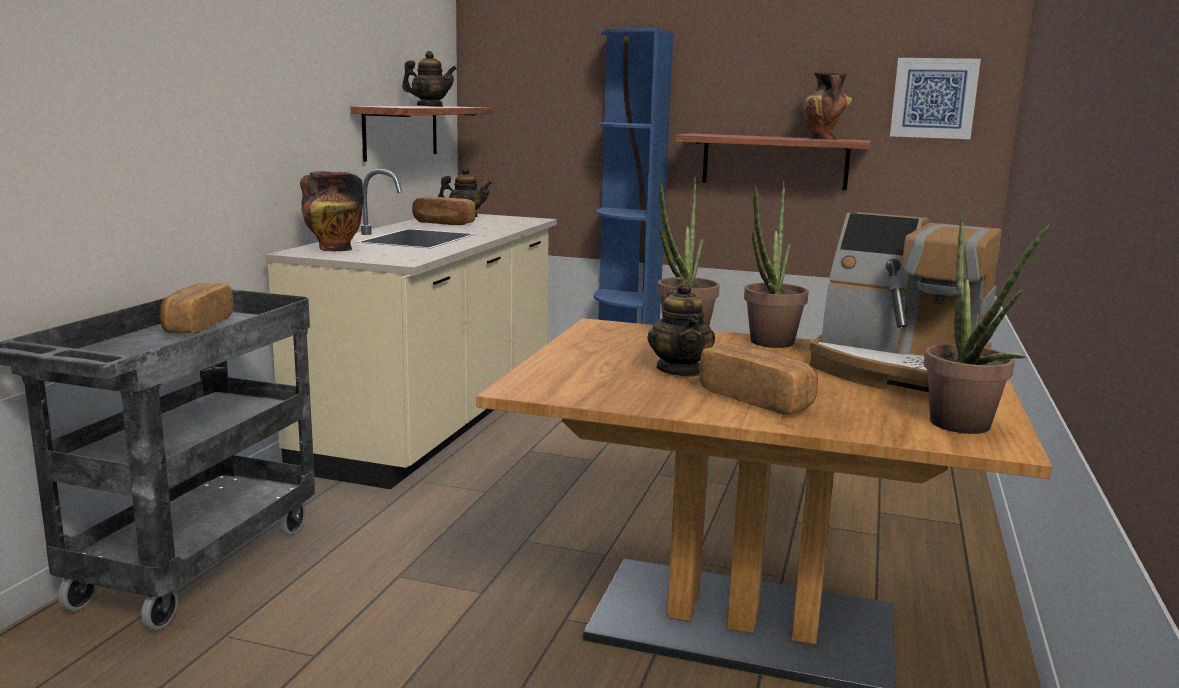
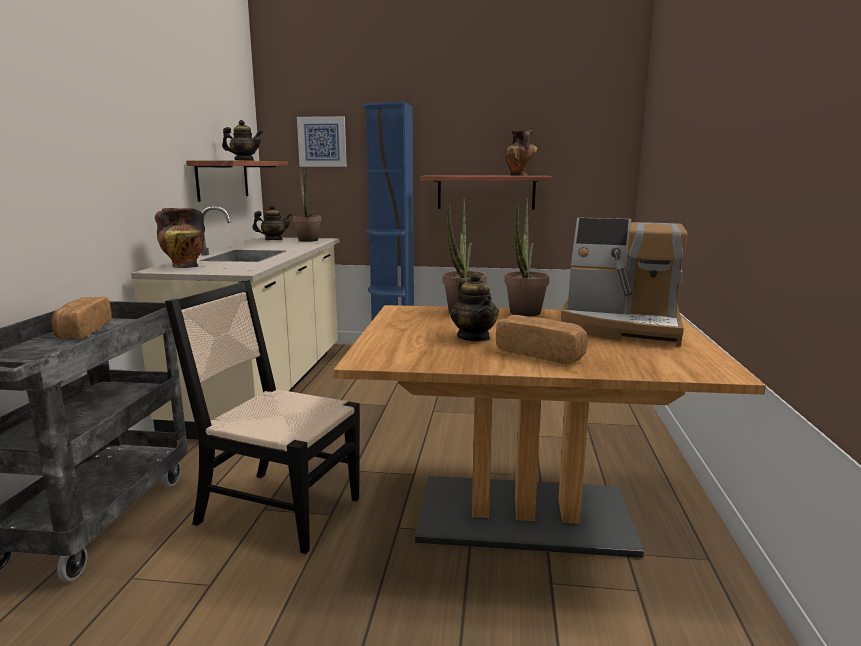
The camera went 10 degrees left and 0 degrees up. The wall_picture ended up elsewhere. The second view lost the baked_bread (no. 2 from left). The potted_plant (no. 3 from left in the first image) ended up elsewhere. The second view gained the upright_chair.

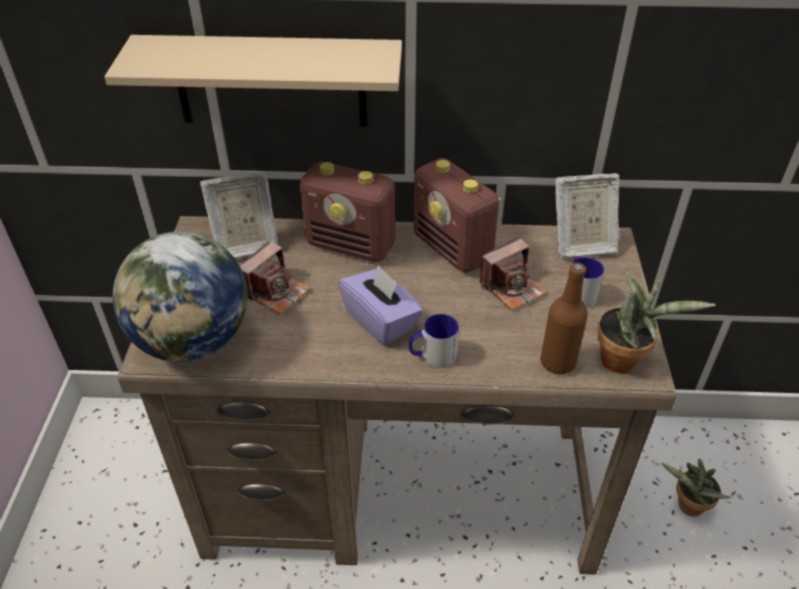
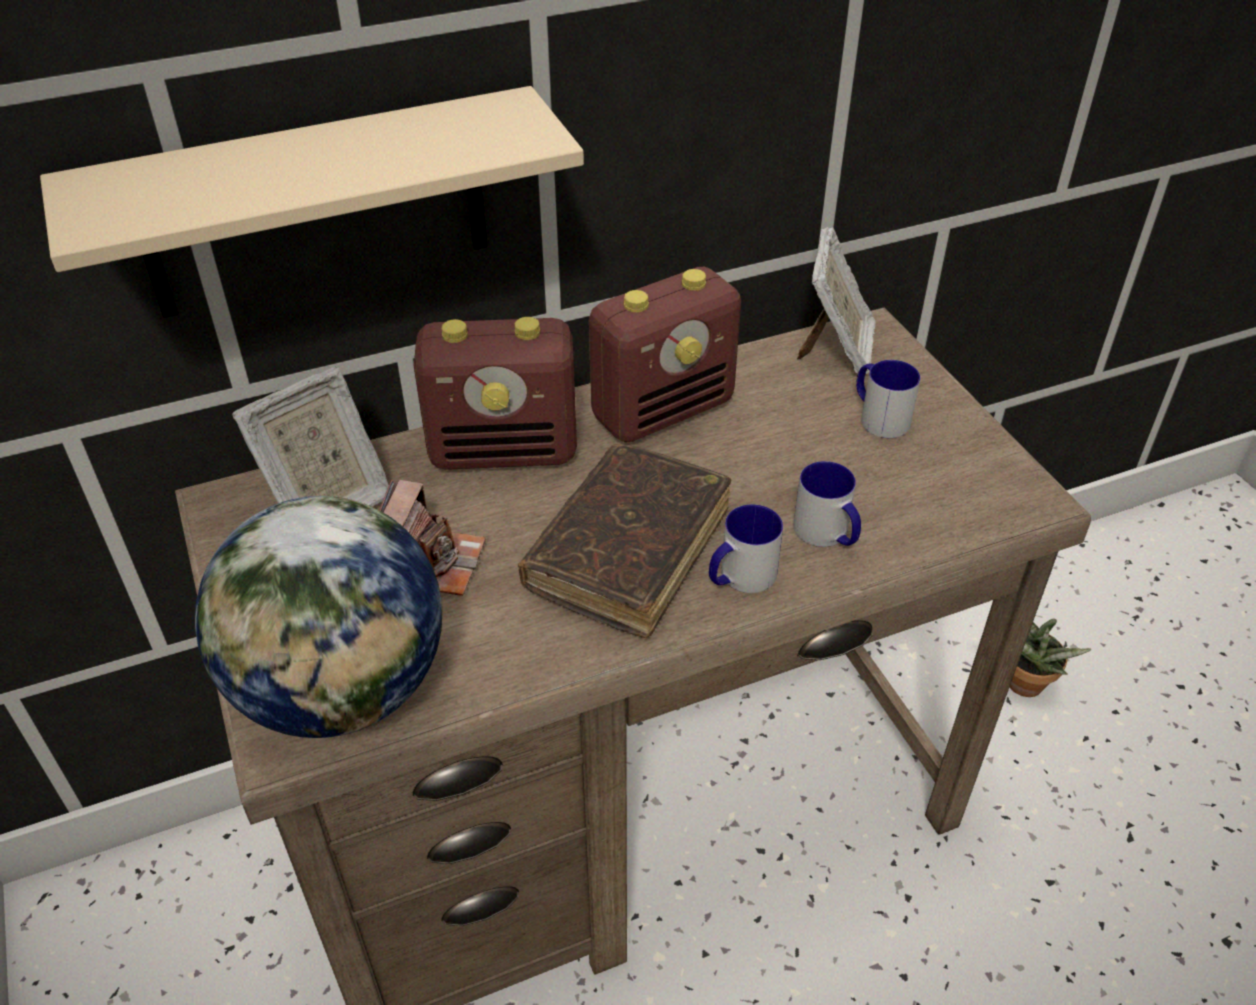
The camera went 25 degrees left and 0 degrees up. The radio_receiver (no. 2 from left) ended up facing another way, 60 degrees counterclockwise from before. The standing_frame (no. 2 from left) ended up facing another way, 45 degrees counterclockwise from before. The second view lost the still_camera (no. 2 from left). The second view lost the brown-coloured_beverage_bottle. Where the purple_tissue_holder stood, the brown-coloured_book came to stand. The second view lost the potted_plant (no. 1 from left). The second view gained the mug (no. 2 from left).

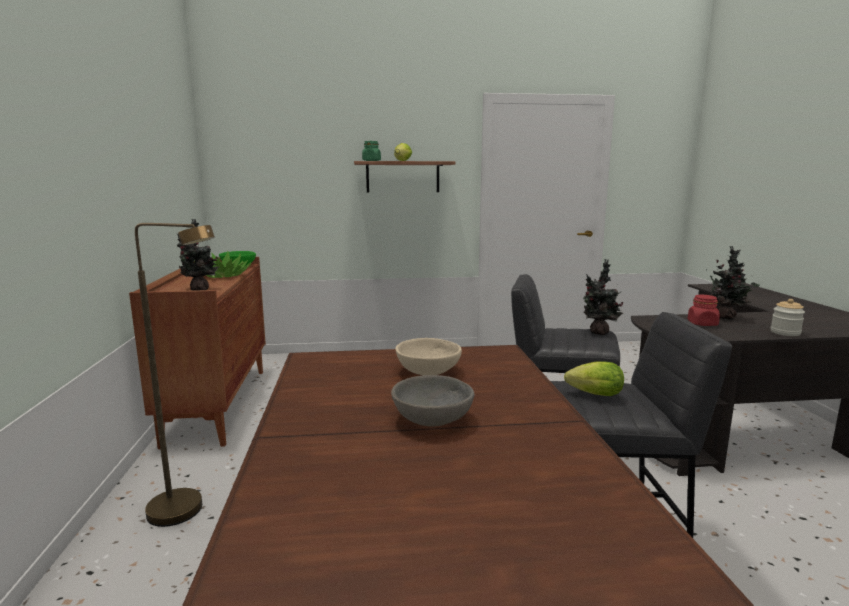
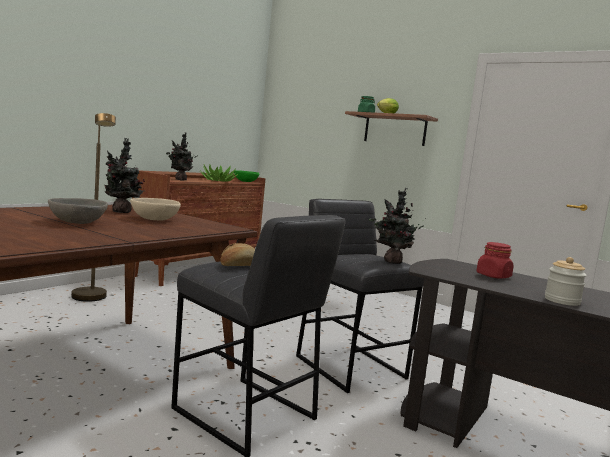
The camera went 40 degrees right and 5 degrees down. The potted_plant (no. 4 from left in the first image) ended up elsewhere. Where the head_of_lettuce (no. 2 from left) stood, the baked_bread came to stand.

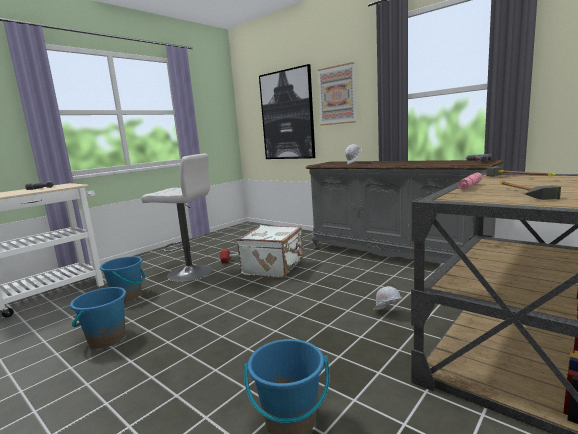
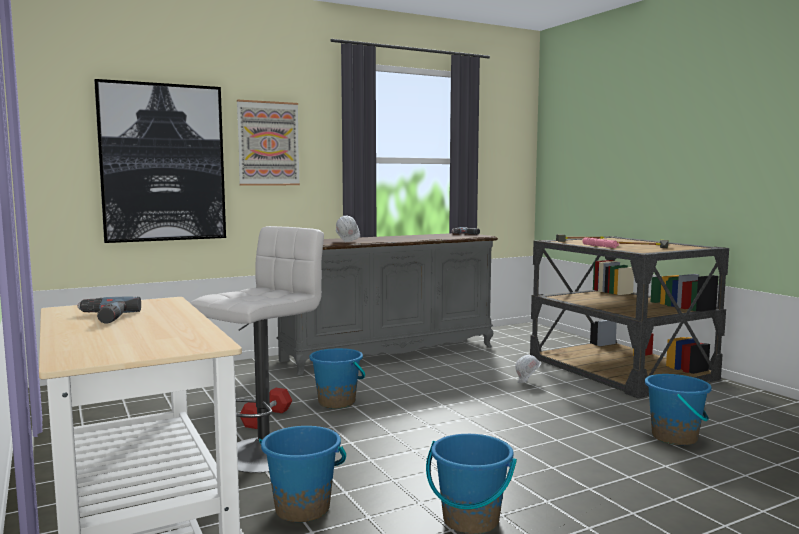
The camera went 70 degrees left and 5 degrees down. Where the white_travel_case stood, the bluish_water_bucket (no. 2 from left) came to stand.

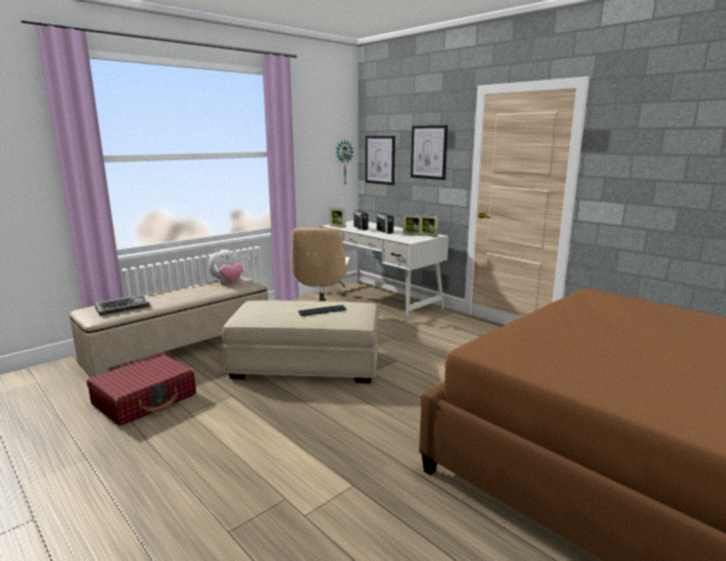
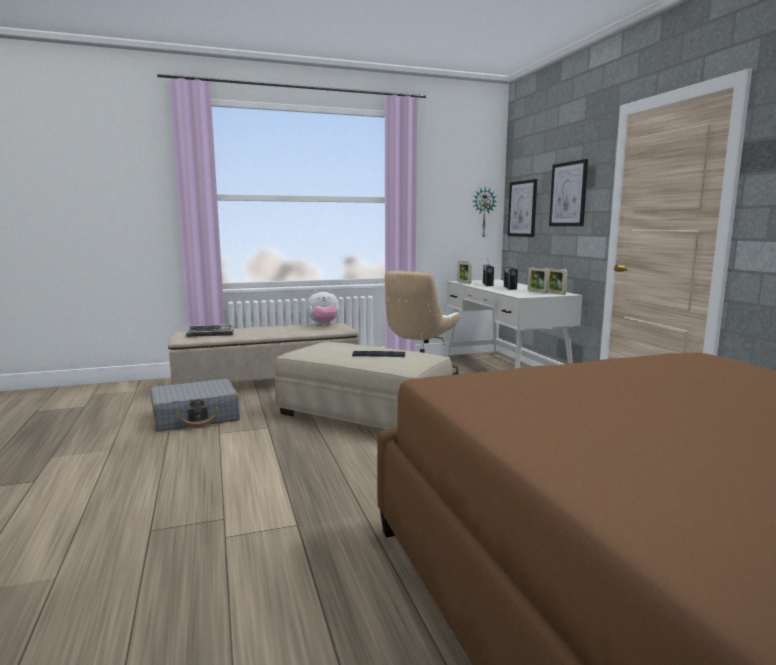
The camera went 25 degrees right and 5 degrees down. What was the reddish_travel_case turned into the grey_travel_case.

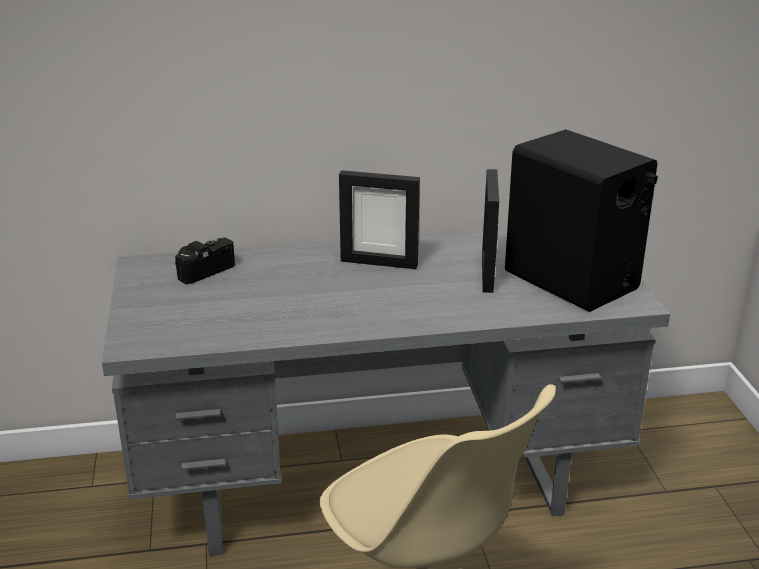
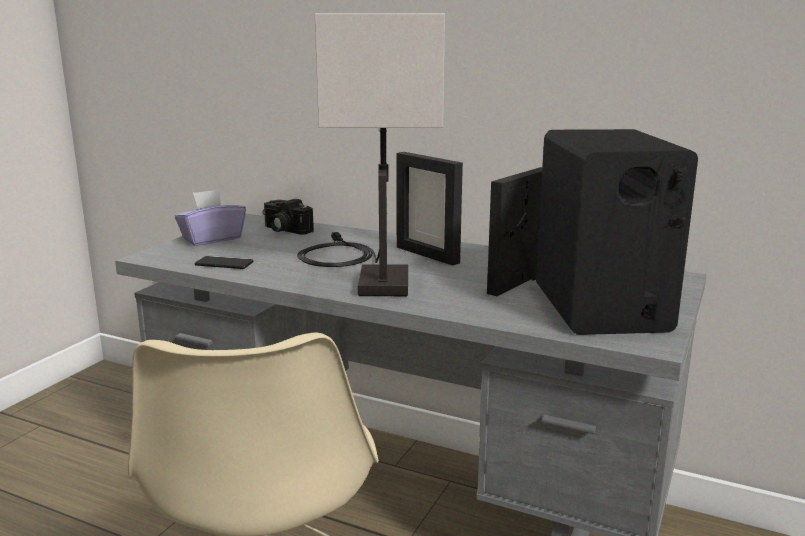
The camera went 35 degrees right and 10 degrees down. The still_camera ended up facing another way, 135 degrees counterclockwise from before. The second view gained the tabletop_lamp. The second view gained the purple_tissue_holder. The second view gained the phone.

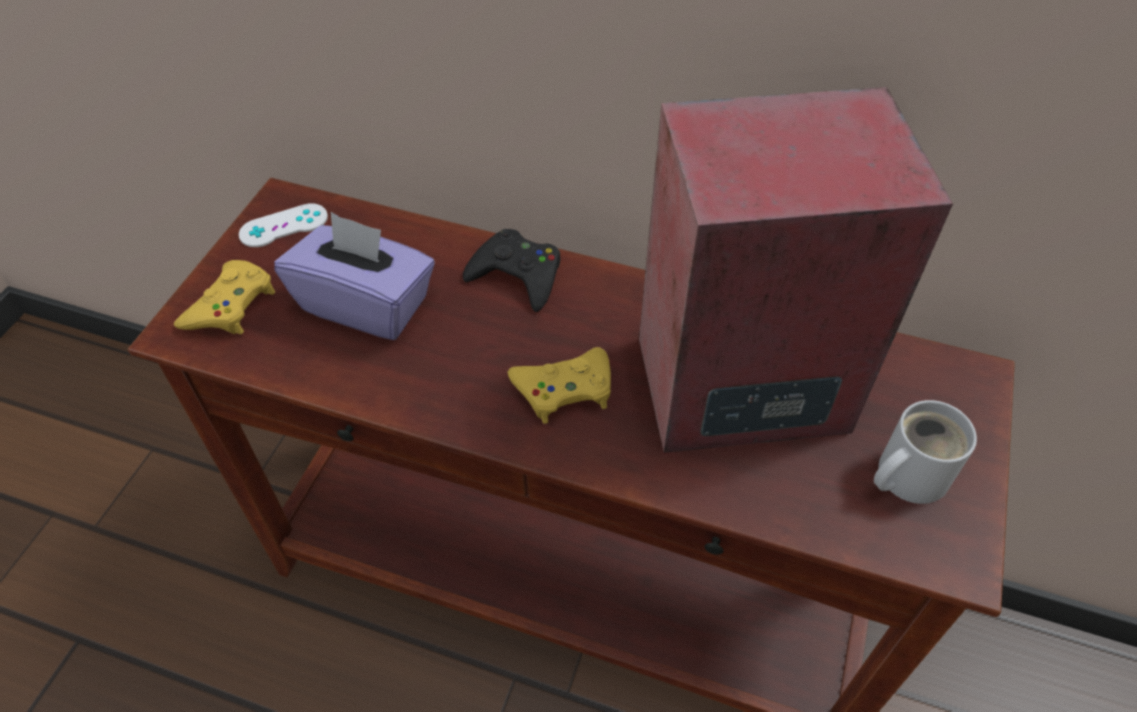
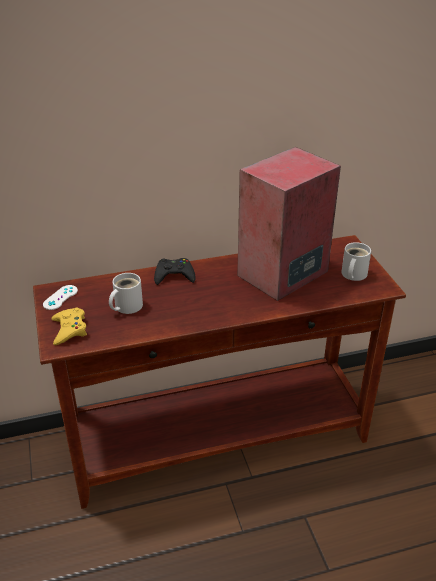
The camera went 35 degrees left and 15 degrees down. Where the purple_tissue_holder stood, the white_mug (no. 1 from left) came to stand. The second view lost the yellowish_gamepad (no. 2 from left).

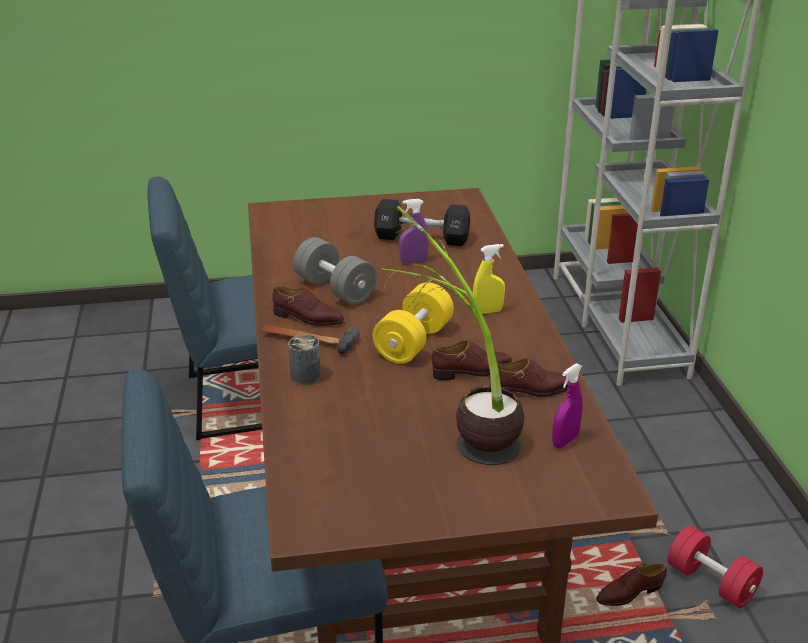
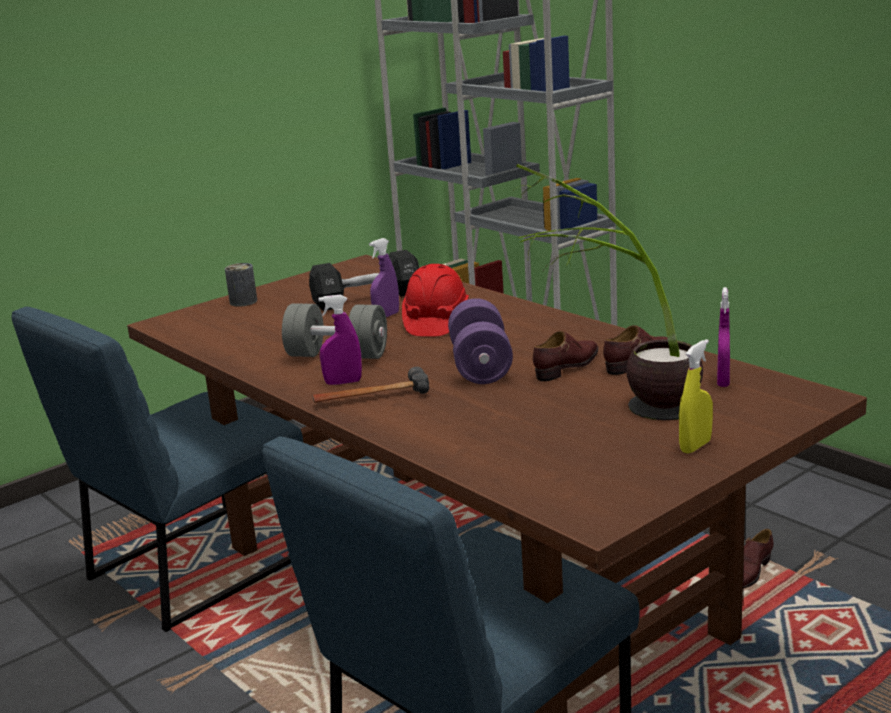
The camera went 30 degrees left and 10 degrees down. The yellowish_hand_sprayer ended up elsewhere. What was the yellowish_dumbbell turned into the purple_dumbbell. Where the brown-coloured_item_of_footwear (no. 1 from left) stood, the purple_hand_sprayer (no. 1 from left) came to stand. The sealed_can ended up elsewhere. The second view lost the reddish_dumbbell. The second view gained the reddish_hard_hat.

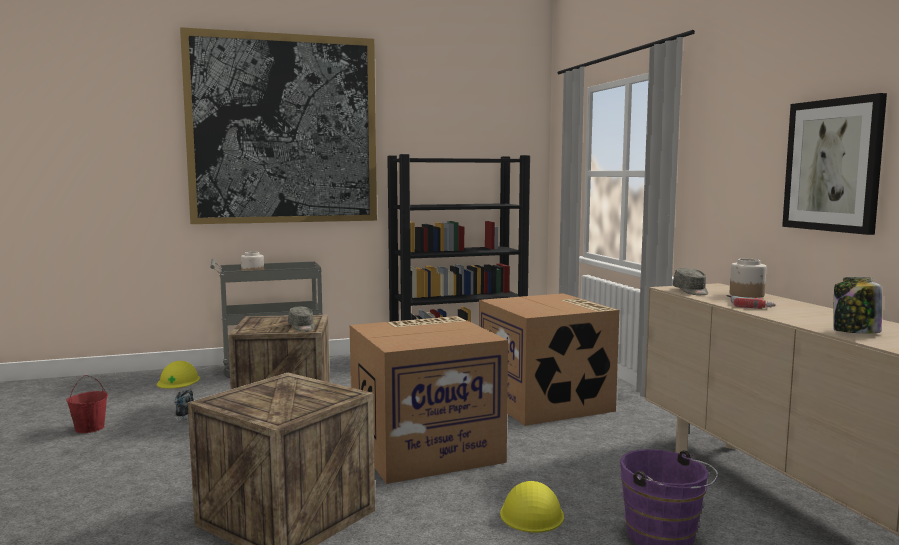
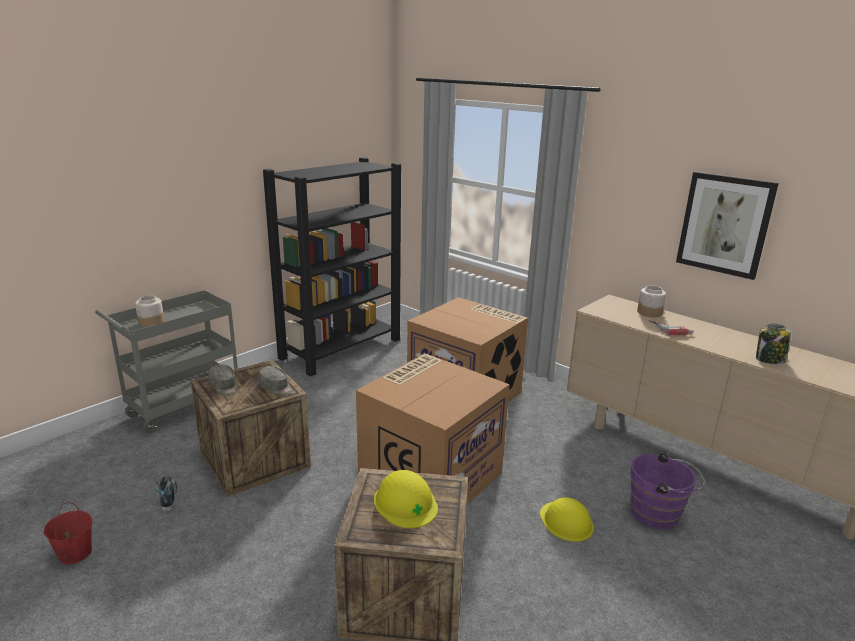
The camera went 30 degrees left and 15 degrees up. The second view lost the wall_picture (no. 1 from left). The grey_baseball_cap (no. 2 from left in the first image) ended up elsewhere. The yellowish_hard_hat (no. 1 from left) ended up elsewhere.

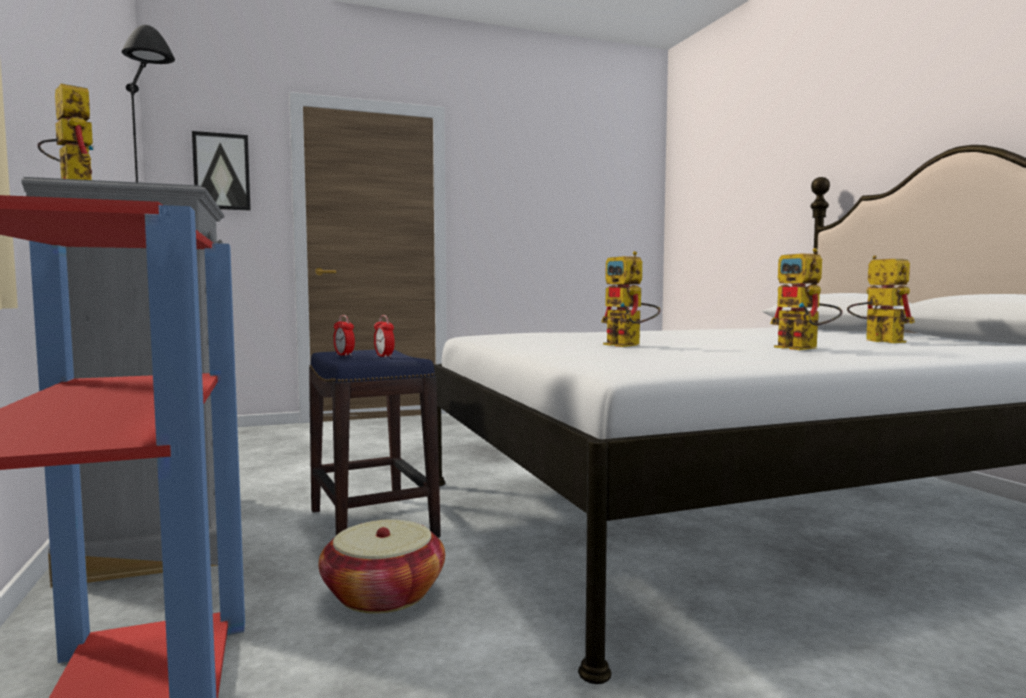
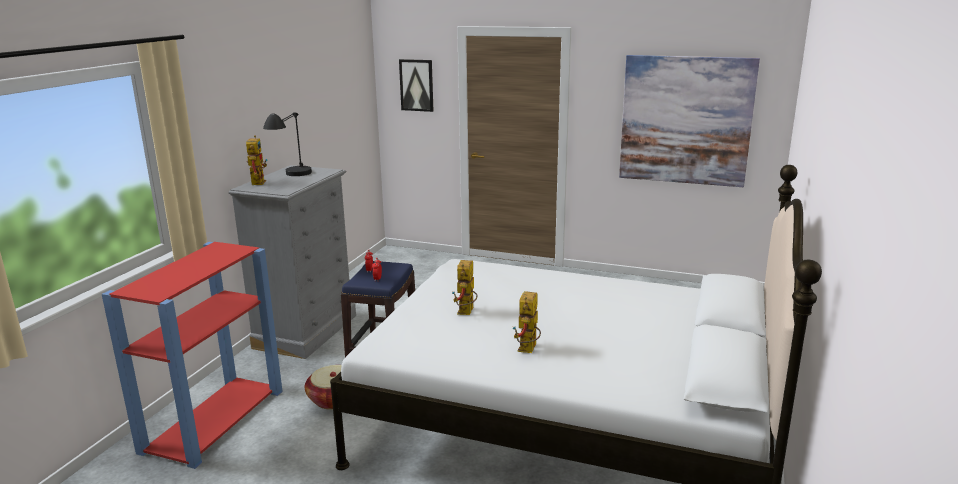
The camera went 40 degrees right and 15 degrees up. The second view lost the model_robot (no. 4 from left). The second view gained the wall_picture (no. 2 from left).

